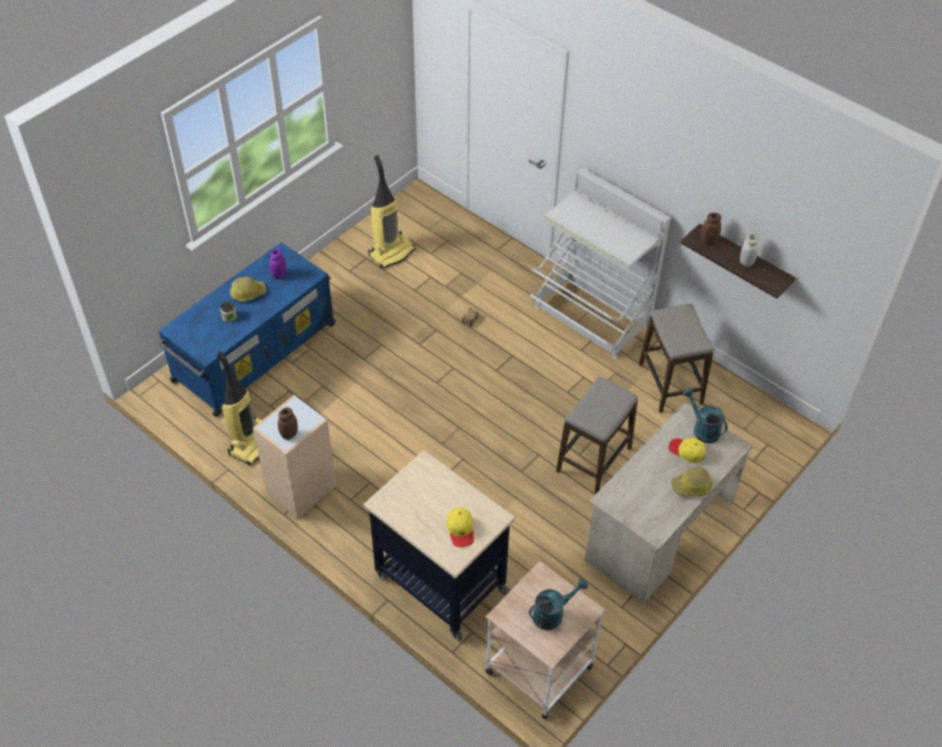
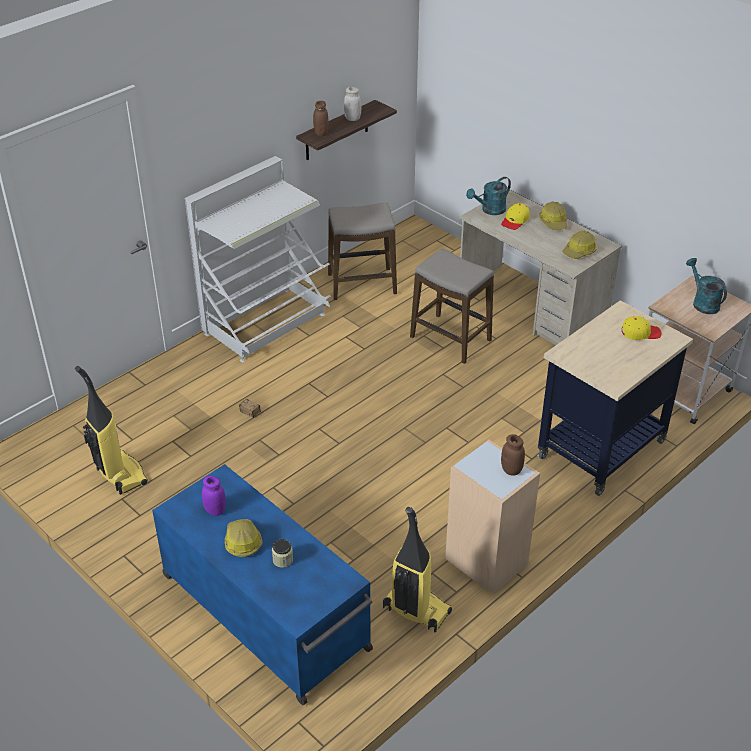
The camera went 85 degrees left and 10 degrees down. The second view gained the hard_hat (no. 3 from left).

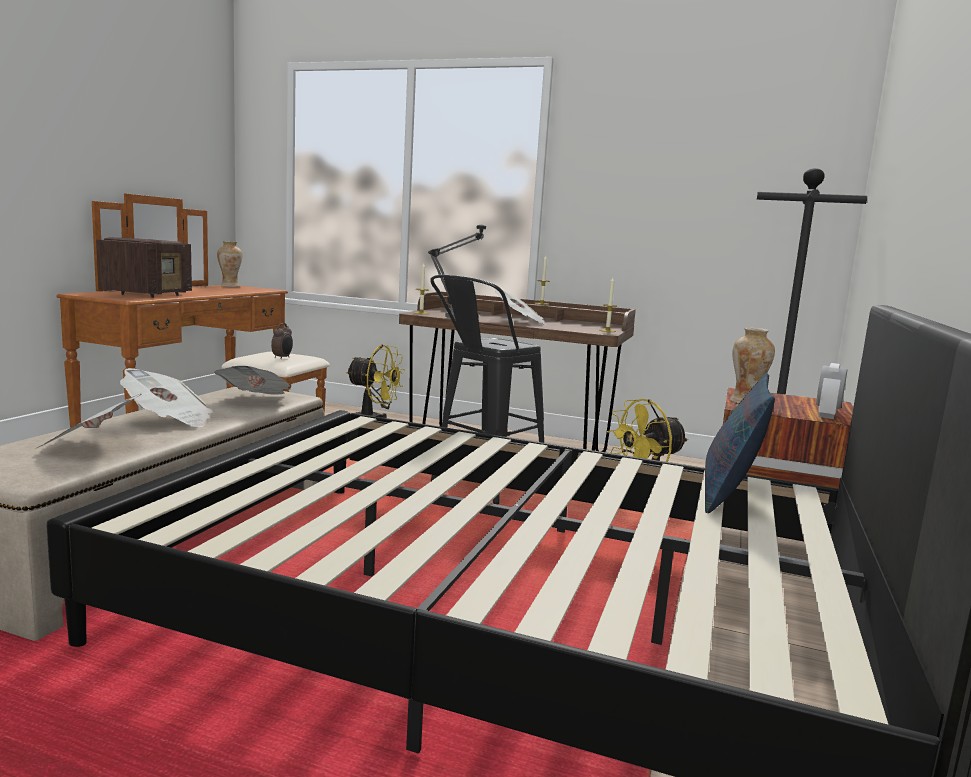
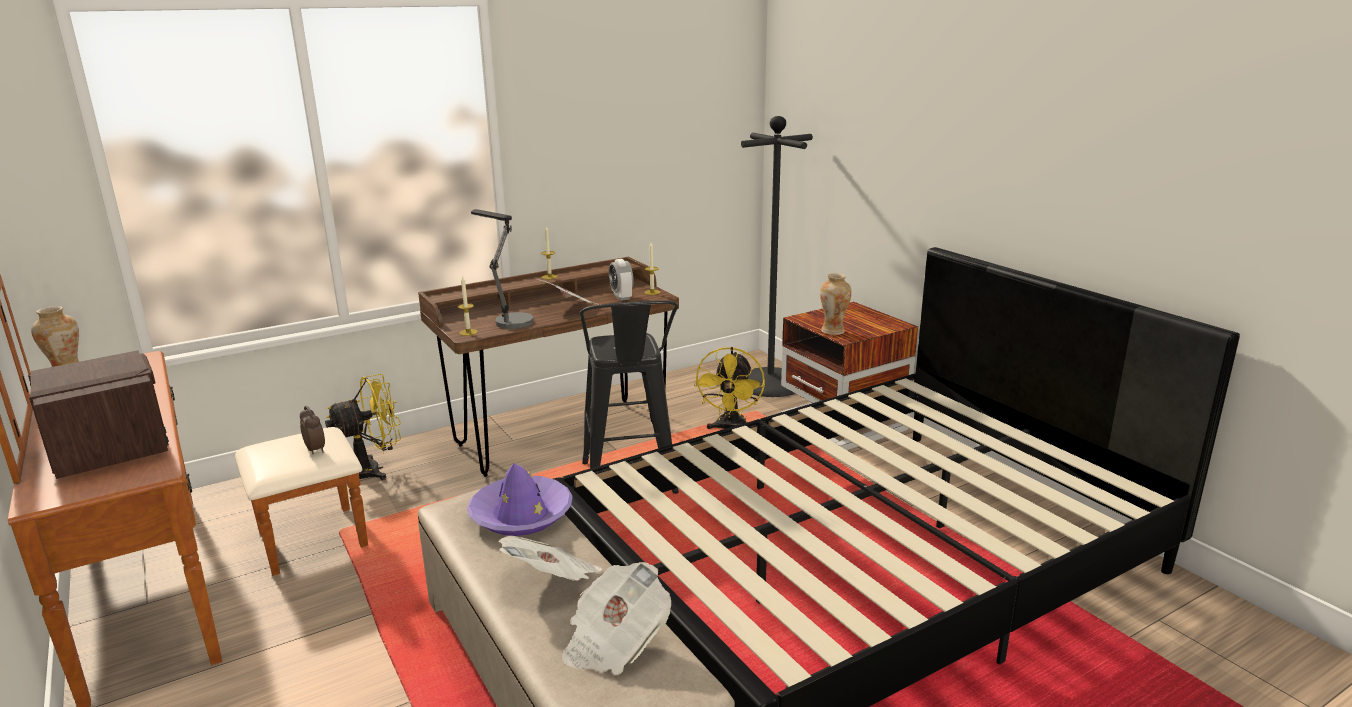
The camera went 50 degrees left and 10 degrees up. The bedside_clock (no. 2 from left) ended up elsewhere. Where the daily_paper (no. 3 from left) stood, the purple_hat came to stand. The second view lost the bluish_pillow.

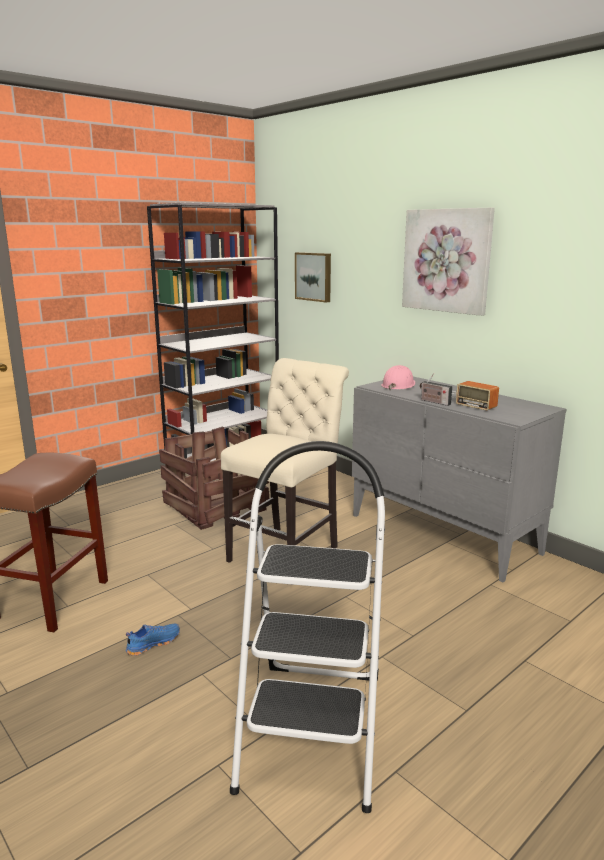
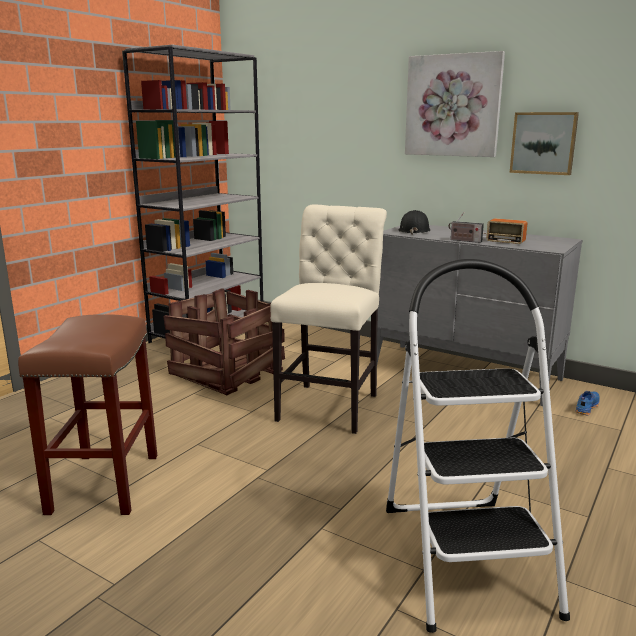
The camera went 15 degrees left and 0 degrees up. The wall_picture (no. 1 from left in the first image) ended up elsewhere. What was the pinkish_hard_hat turned into the blackish_hard_hat. The bluish_item_of_footwear ended up elsewhere.

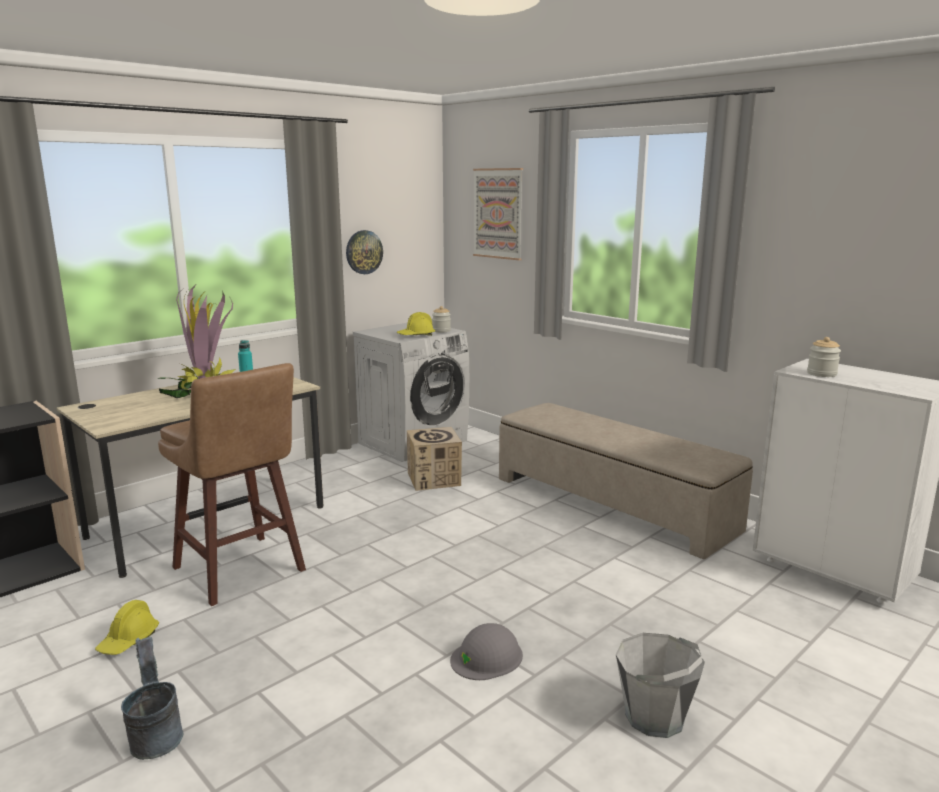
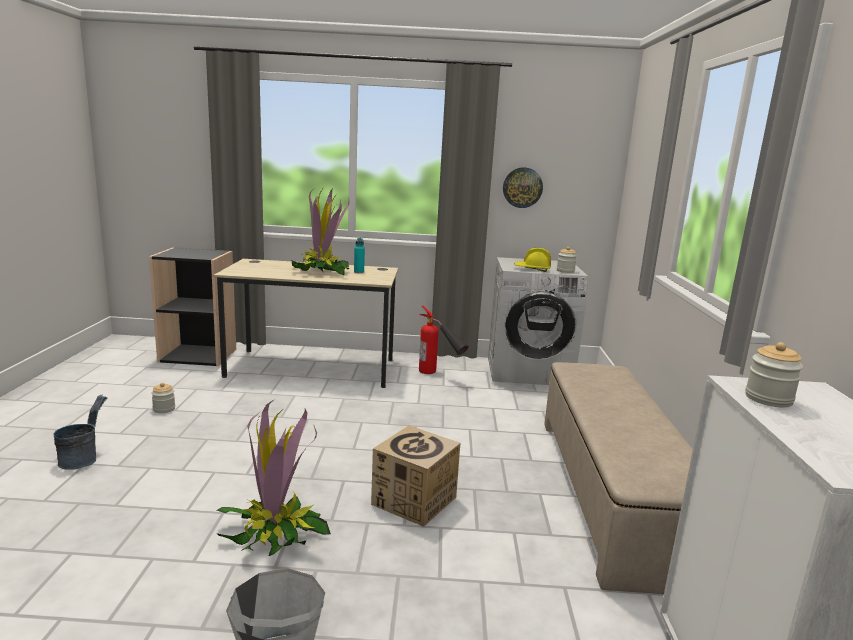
The camera went 45 degrees right and 0 degrees up. The second view lost the wall_picture. The second view lost the brown-coloured_sitting_stool. The packing_box ended up elsewhere. Where the yellowish_hard_hat (no. 1 from left) stood, the preserve_jar (no. 1 from left) came to stand. Where the grey_hard_hat stood, the potted_plant (no. 1 from left) came to stand. The second view gained the fire-fighting_cylinder.

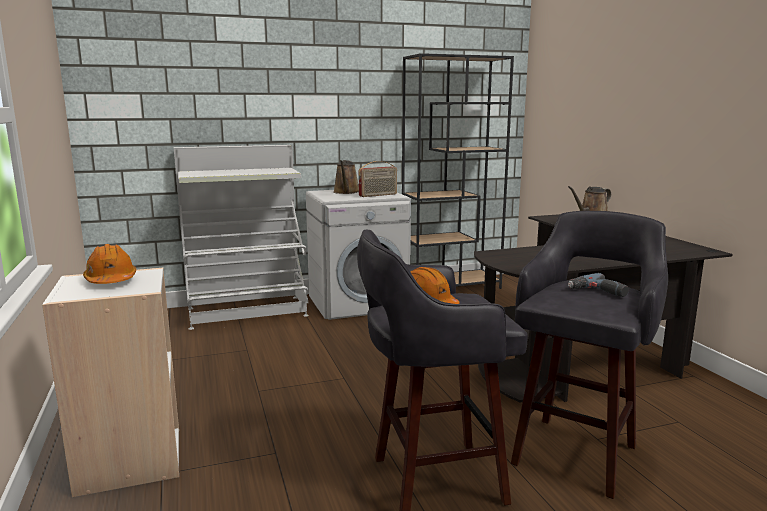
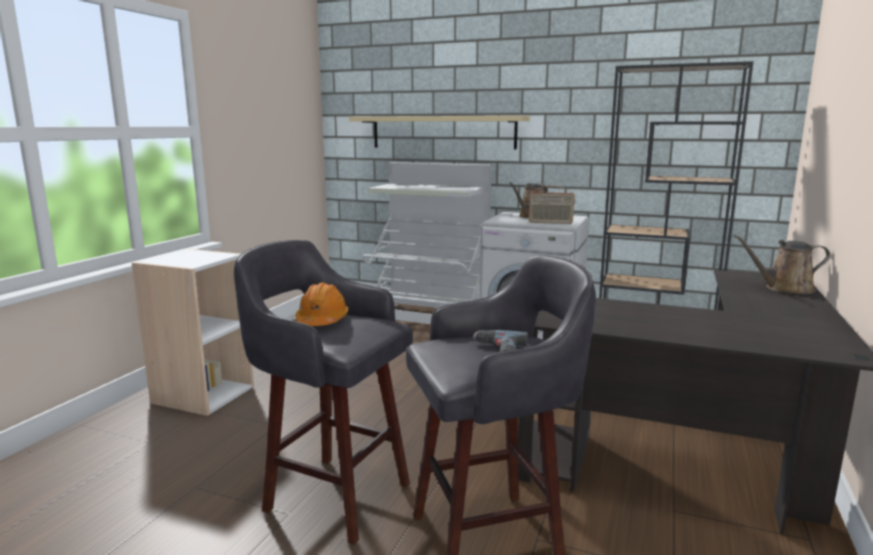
The camera went 40 degrees right and 0 degrees up. The second view lost the orange-coloured_hard_hat (no. 1 from left). The second view gained the beige-coloured_shelf.

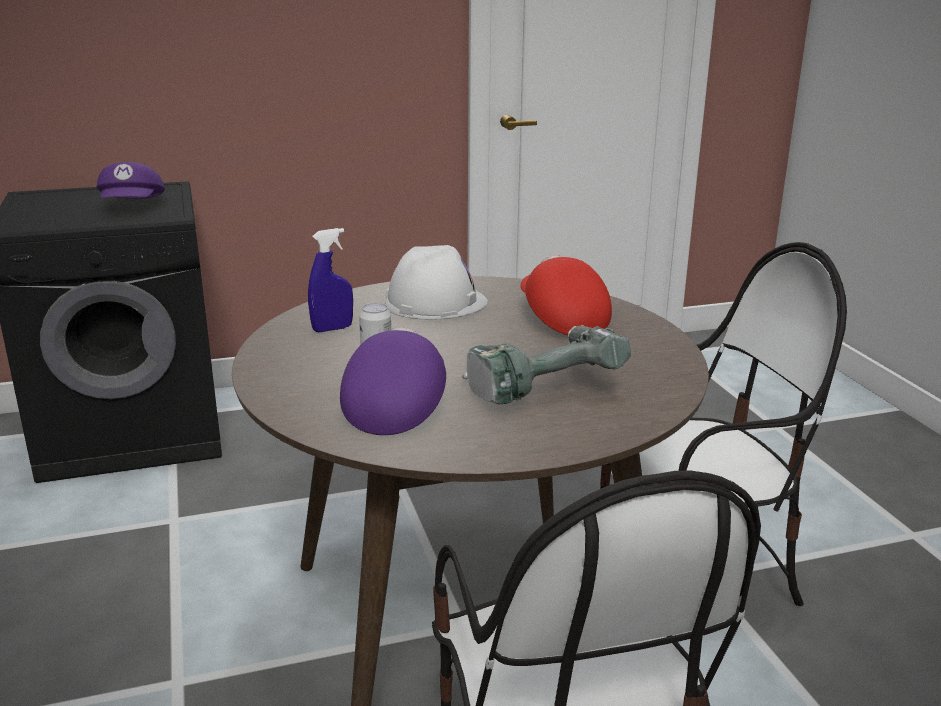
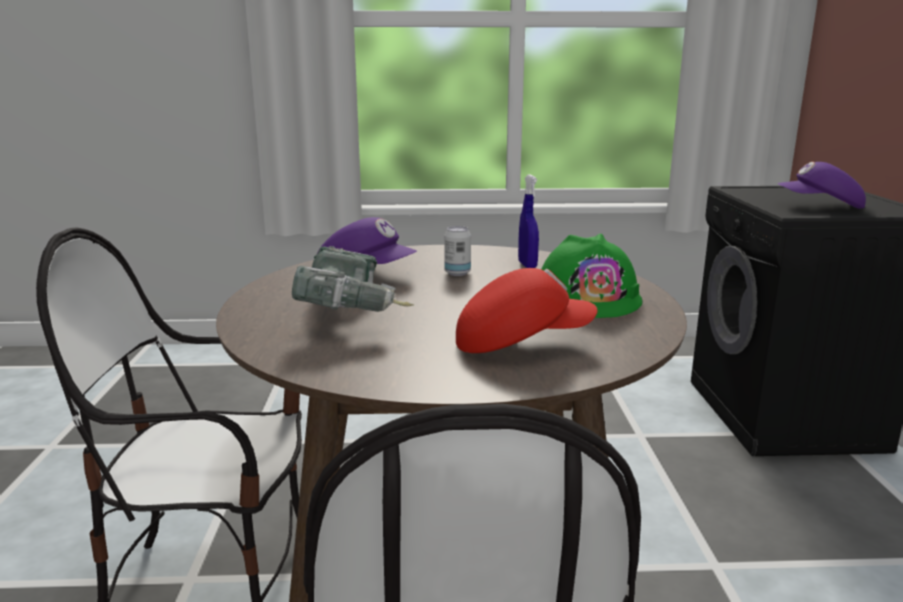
The camera went 105 degrees right and 5 degrees down. What was the white_hard_hat turned into the green-coloured_hard_hat.

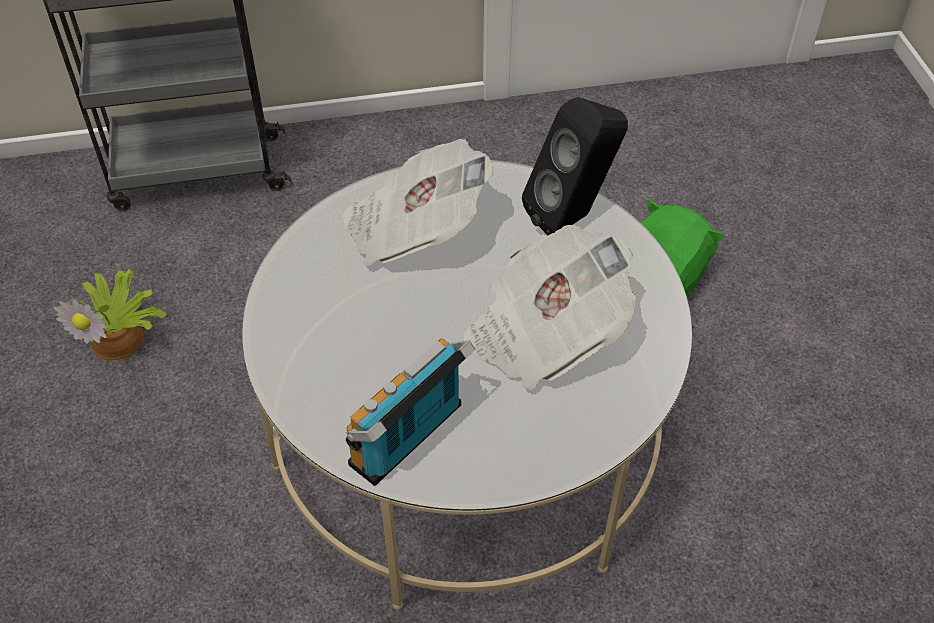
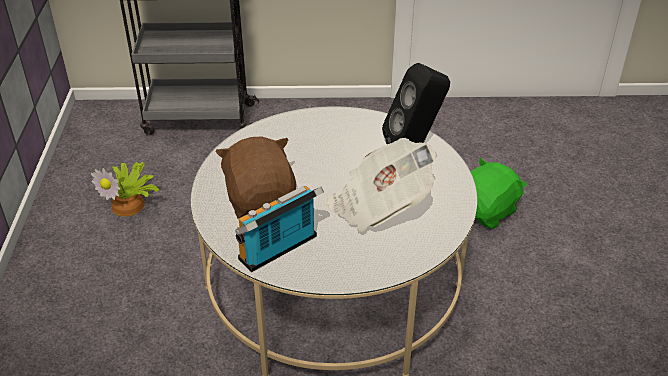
The camera went 10 degrees right and 10 degrees down. The second view lost the daily_paper (no. 1 from left). The second view gained the brown-coloured_soft_toy.

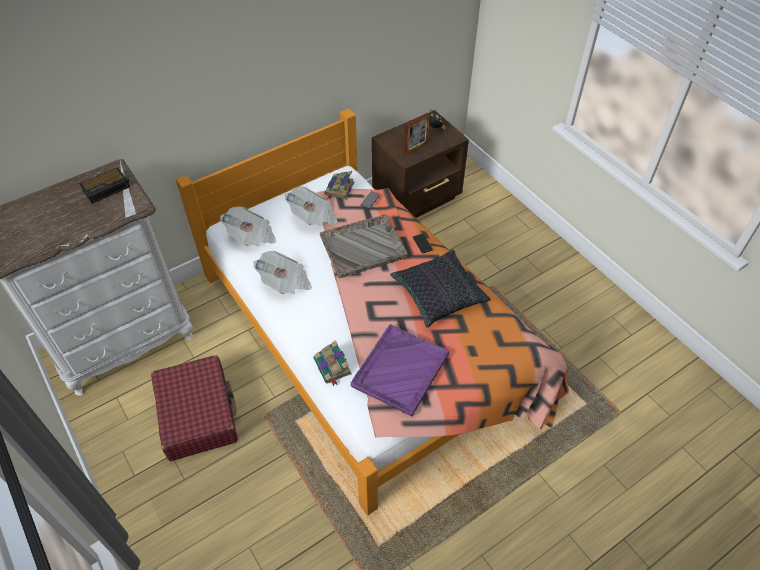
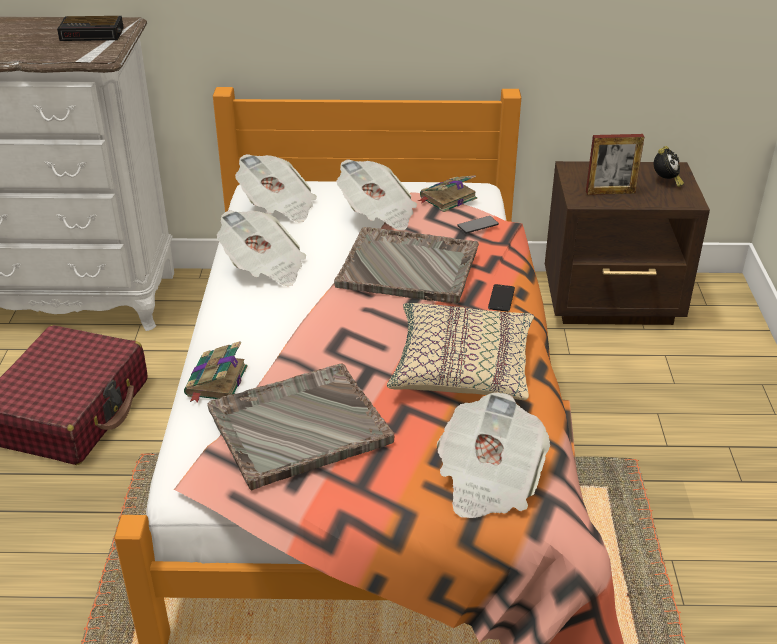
The camera went 35 degrees right and 15 degrees down. What was the blackish_pillow turned into the beige-coloured_pillow. What was the purple_carrying_tray turned into the grey_carrying_tray (no. 1 from left). The second view gained the daily_paper (no. 4 from left).

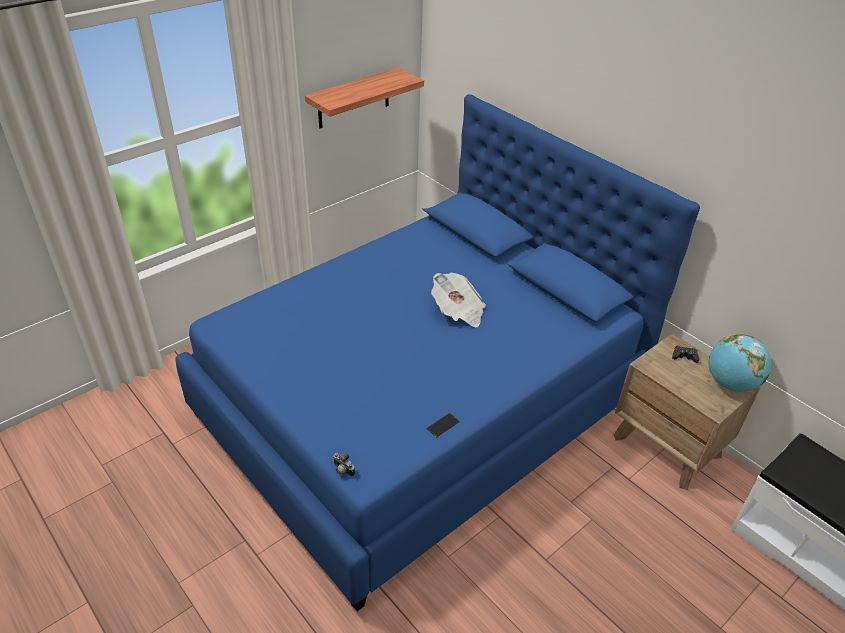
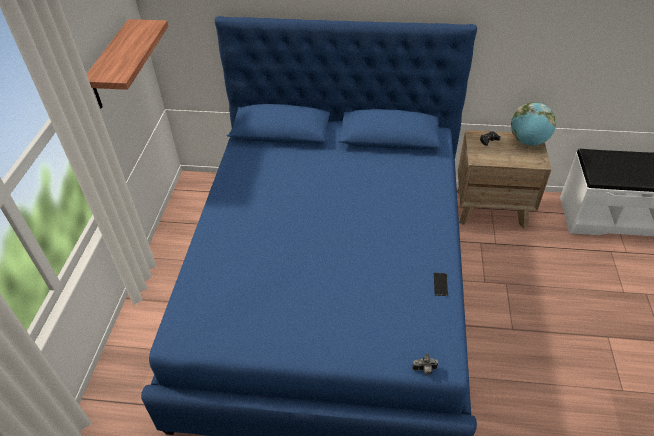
The camera went 40 degrees left and 5 degrees up. The second view lost the daily_paper.

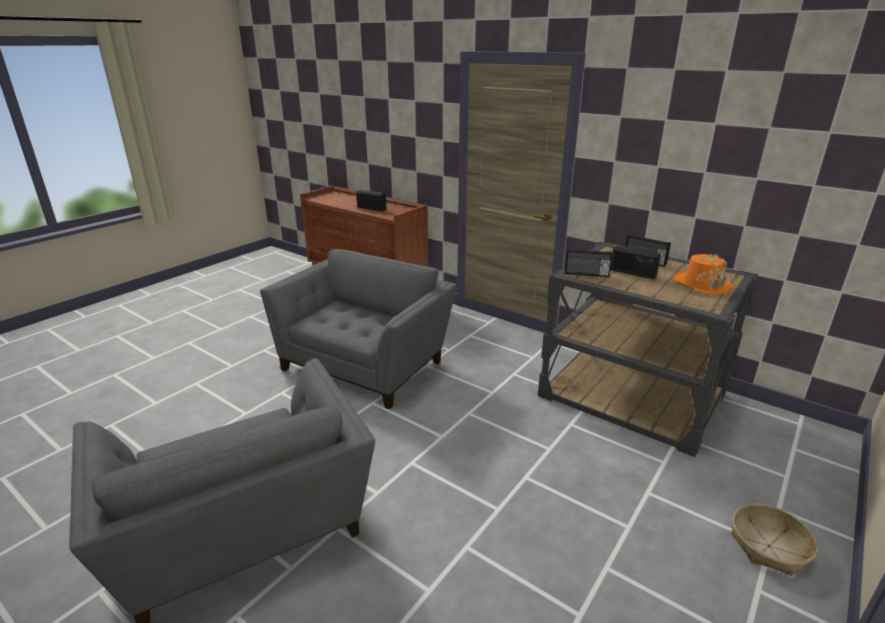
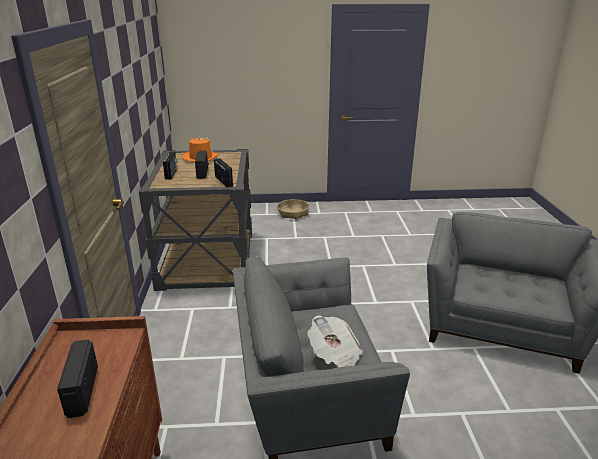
The camera went 130 degrees left and 0 degrees up. The second view gained the daily_paper.

